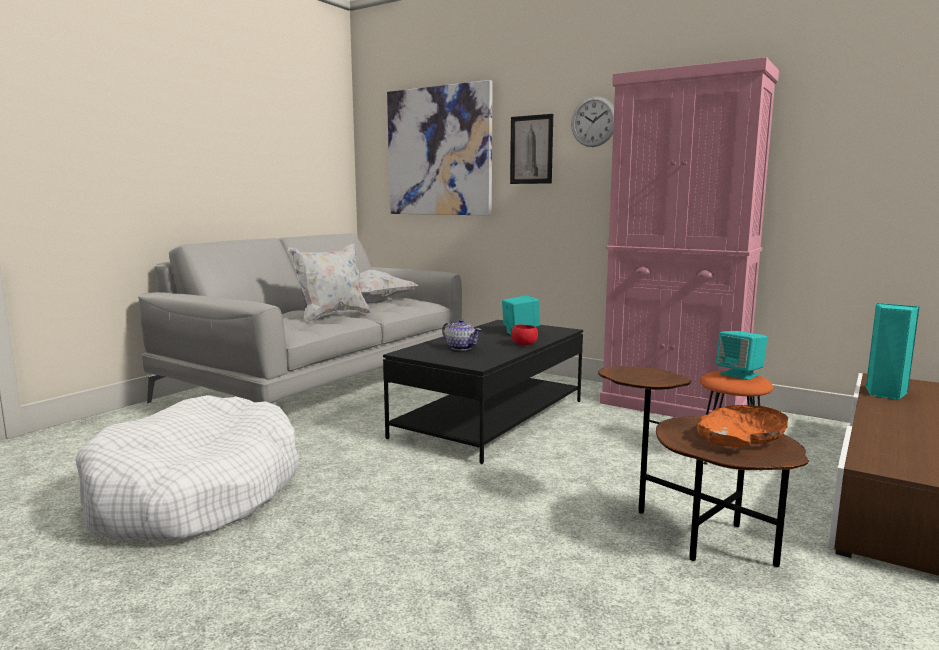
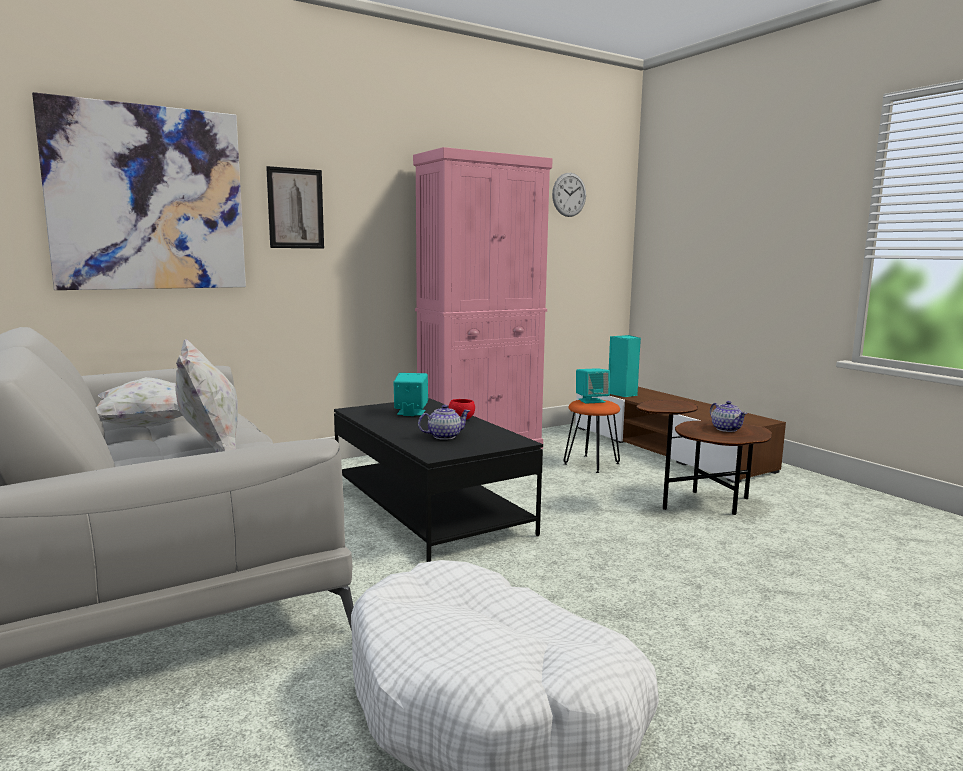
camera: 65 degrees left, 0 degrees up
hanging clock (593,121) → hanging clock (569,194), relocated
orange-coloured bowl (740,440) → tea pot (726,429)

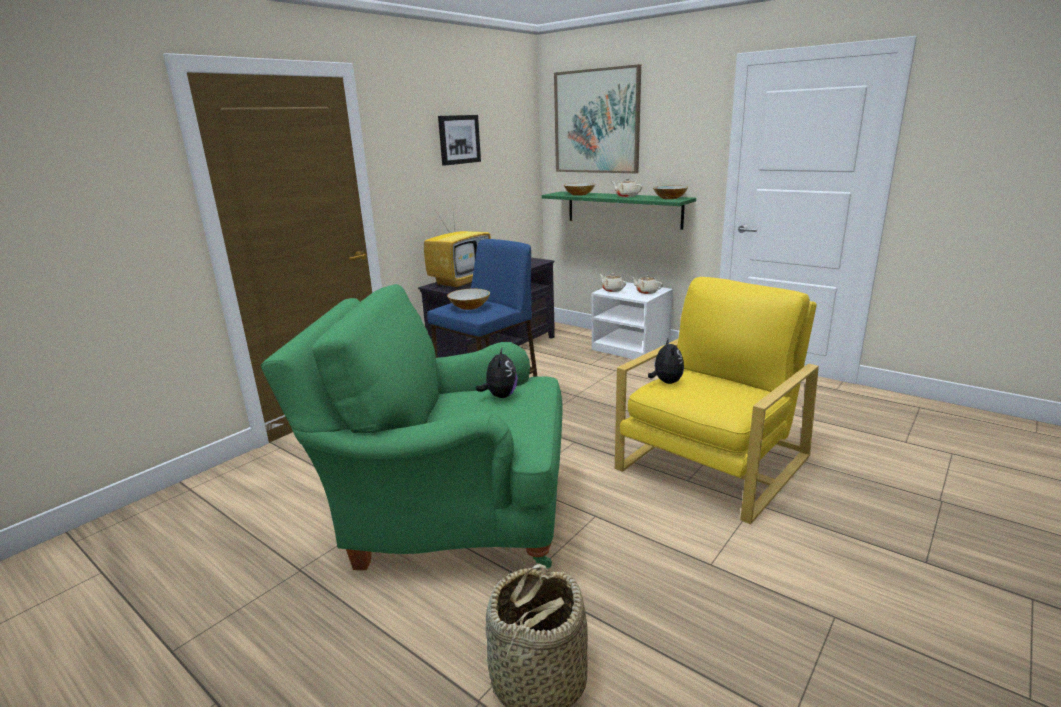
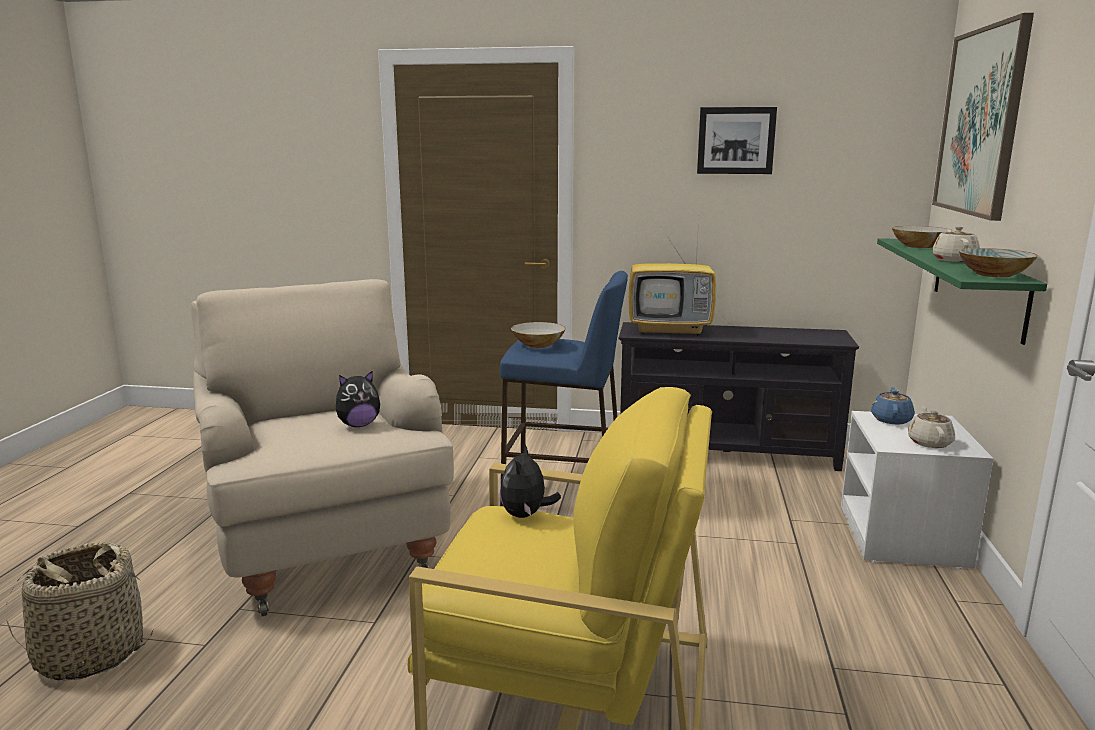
camera: 60 degrees right, 5 degrees down
sand-coloured tea pot (612,290) → blue tea pot (891,419)
green lounge chair (450,520) → sand-coloured lounge chair (326,539)
soft toy (666,382) → soft toy (526,515), 135 degrees clockwise

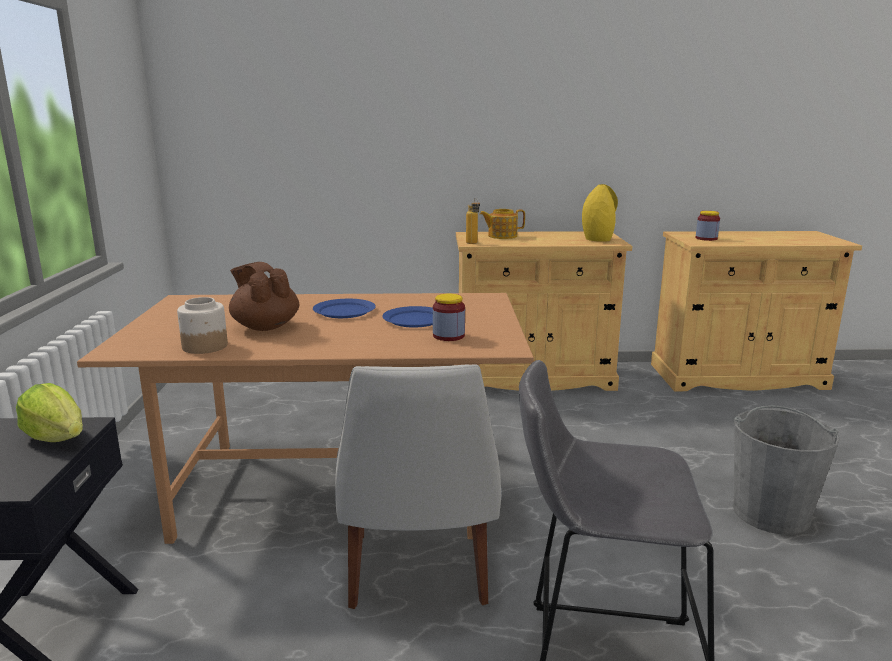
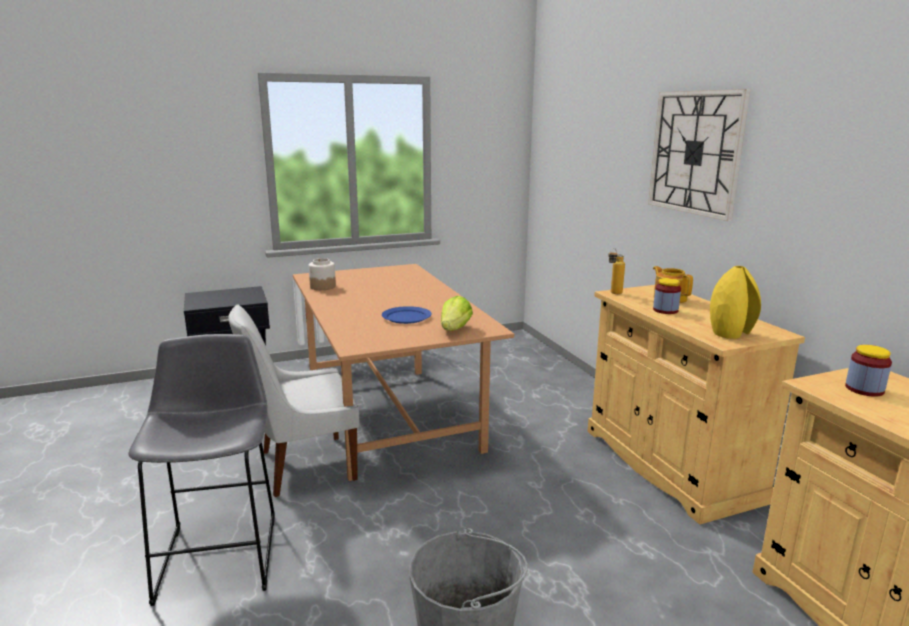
camera: 70 degrees right, 0 degrees up
brown-coloured tea pot (265,326) → -
jar (448,336) → jar (665,310), relocated
blue flat dish (344,311) → -
lettuce (57,438) → lettuce (454,329), relocated
- → hanging clock (695,153)

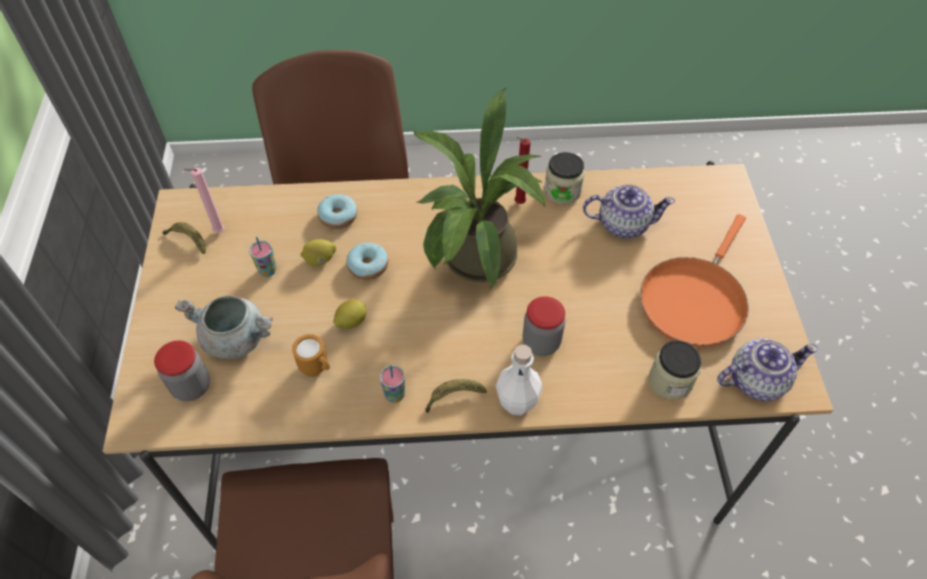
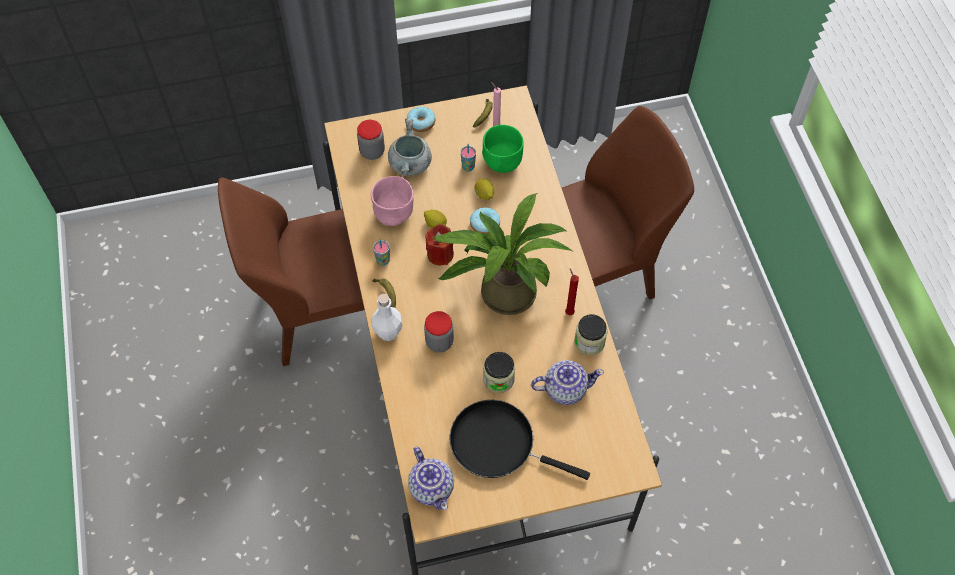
camera: 80 degrees right, 5 degrees up
tea pot (622,224) → tea pot (564,389), 90 degrees counterclockwise
doughnut (338,216) → doughnut (421,123), relocated
orange-coloured frying pan (694,299) → blackish frying pan (498,444)
orange-coloured mug (317,369) → pink-coloured bowl (395,214)
jar (670,381) → jar (498,379), relocated
- → green bowl (502,163)
- → red wax light (440,254)

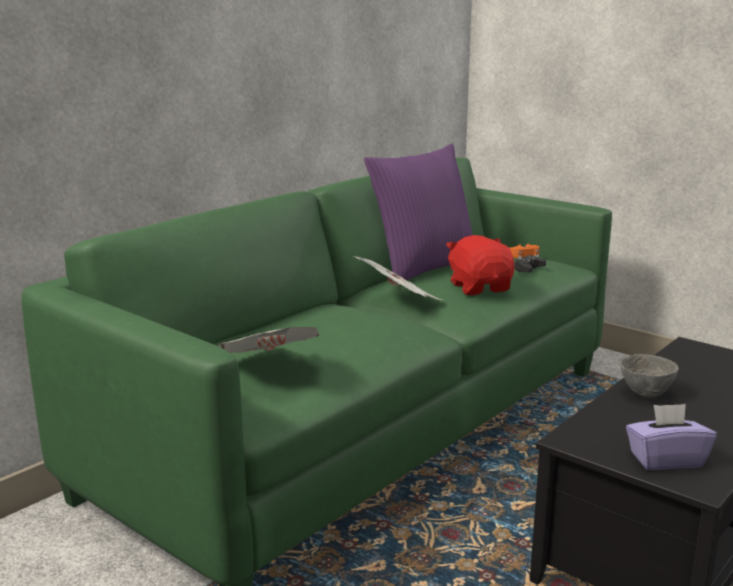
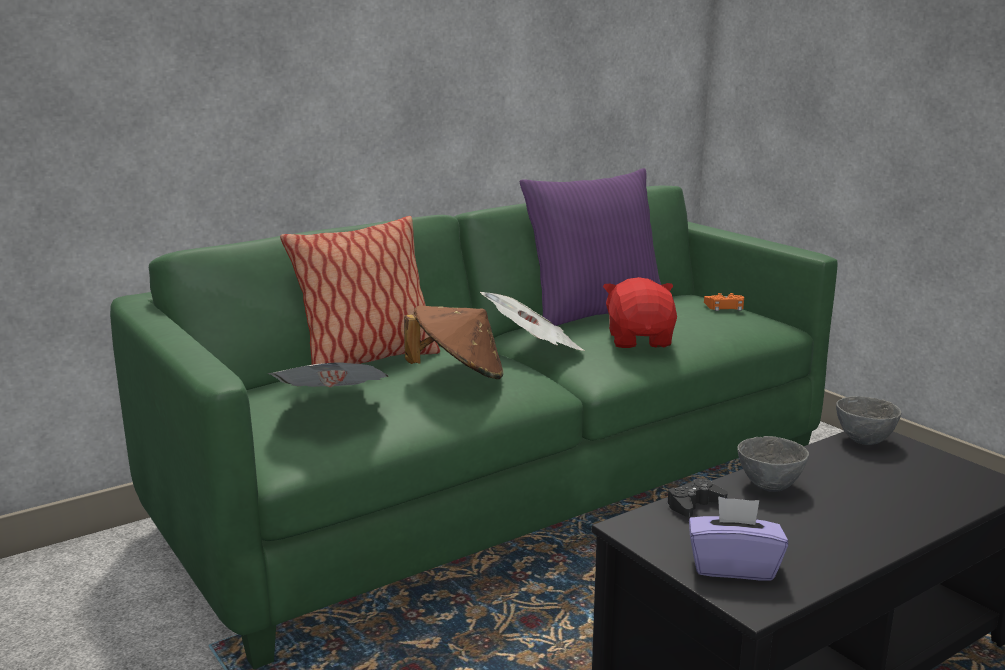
camera: 15 degrees right, 0 degrees up
blackish joypad (528,269) → blackish joypad (694,505), relocated
- → throw pillow (368,362)
- → brown-coloured wearable hat (458,375)
- → gray bowl (863,441)

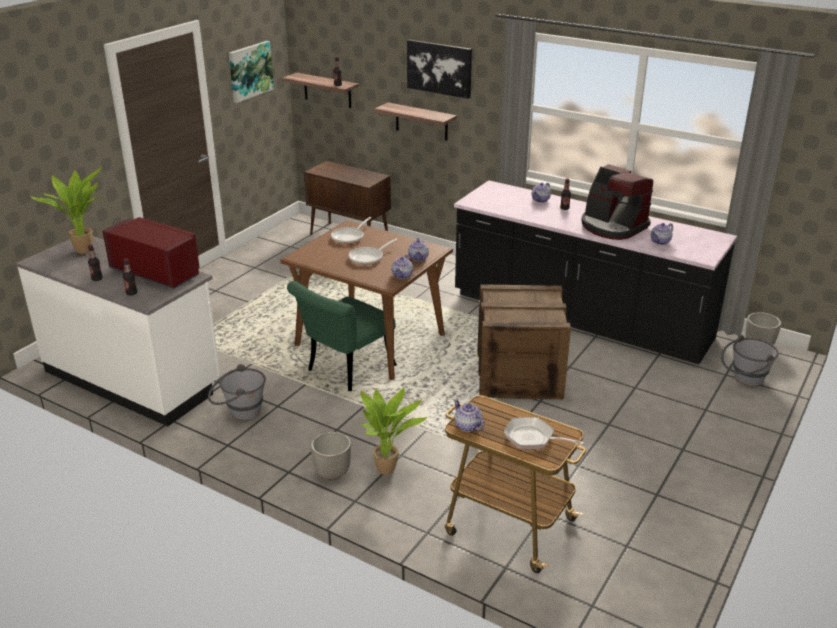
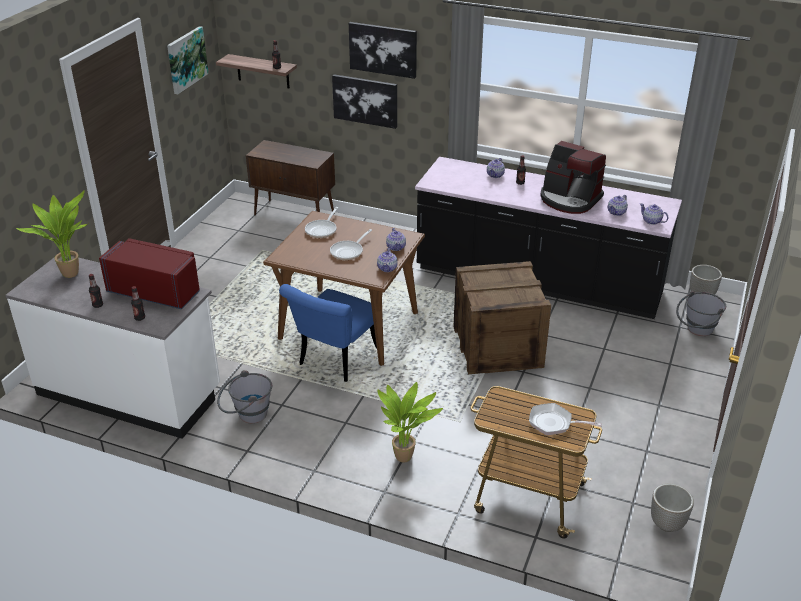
camera: 10 degrees left, 5 degrees up
shelf (421,121) → wall art (365,100)
green chair (344,370) → blue chair (334,360)
tea pot (468,426) → tea pot (652,221), relocated
flower pot (332,474) → flower pot (667,524), relocated

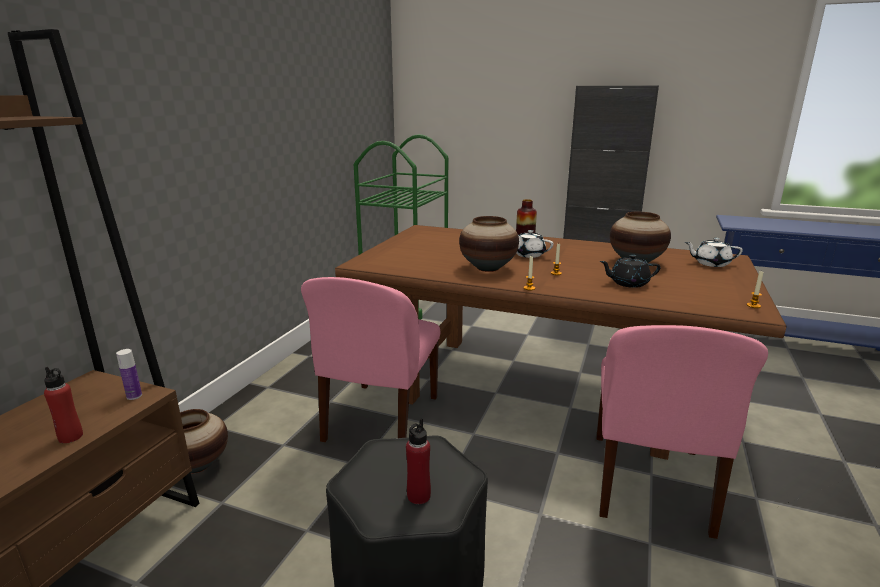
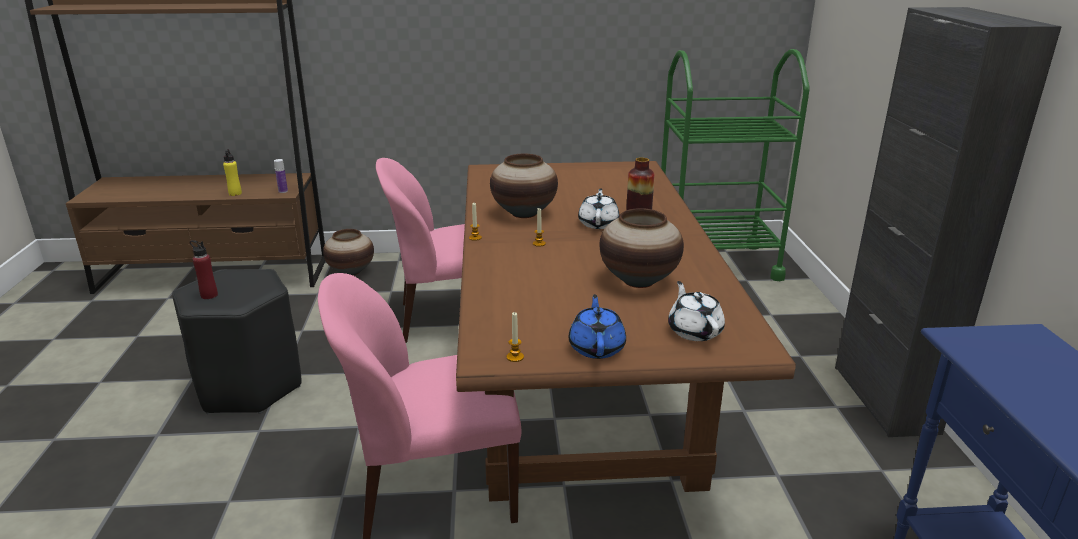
camera: 65 degrees right, 5 degrees up
blackish tea pot (628,283) → -
red beverage bottle (71,437) → yellow beverage bottle (235,193)
- → blue tea pot (597,347)

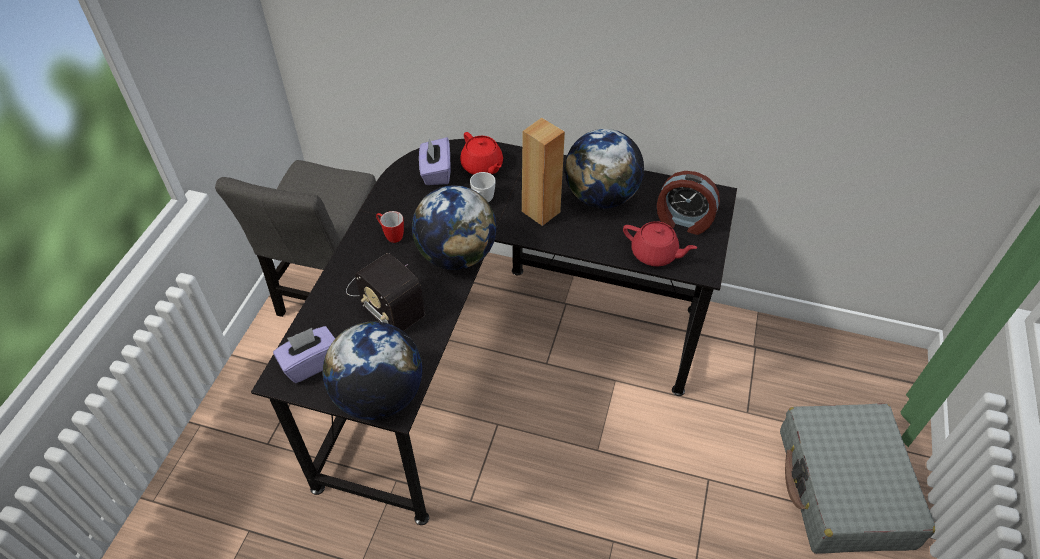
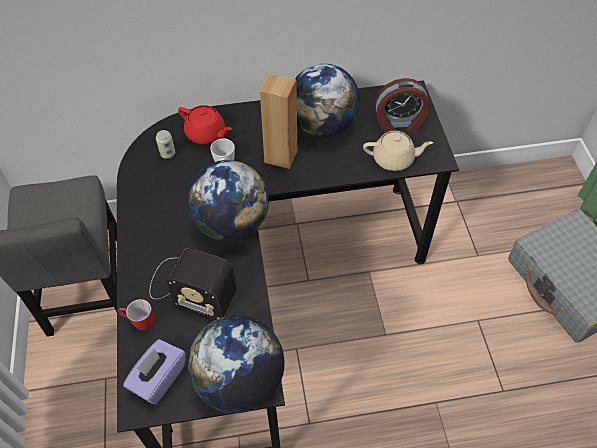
camera: 25 degrees left, 5 degrees up
purple-coloured tissue holder (436,172) → metal can (168,154)
mug (391,235) → mug (139,322), relocated
red tea pot (655,254) → sand-coloured tea pot (394,159)

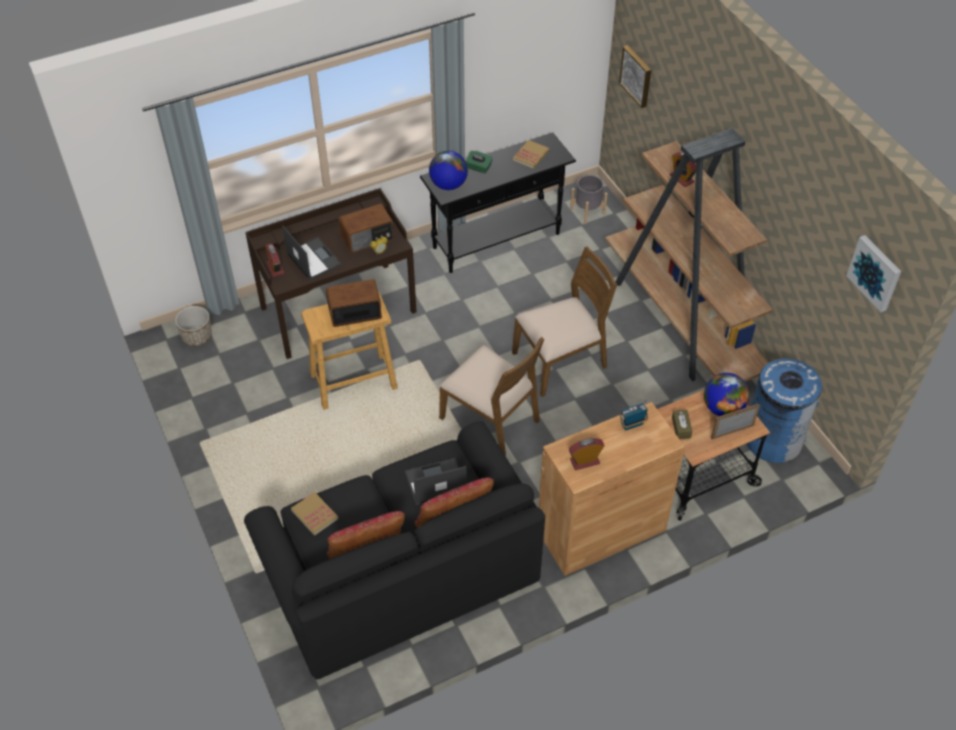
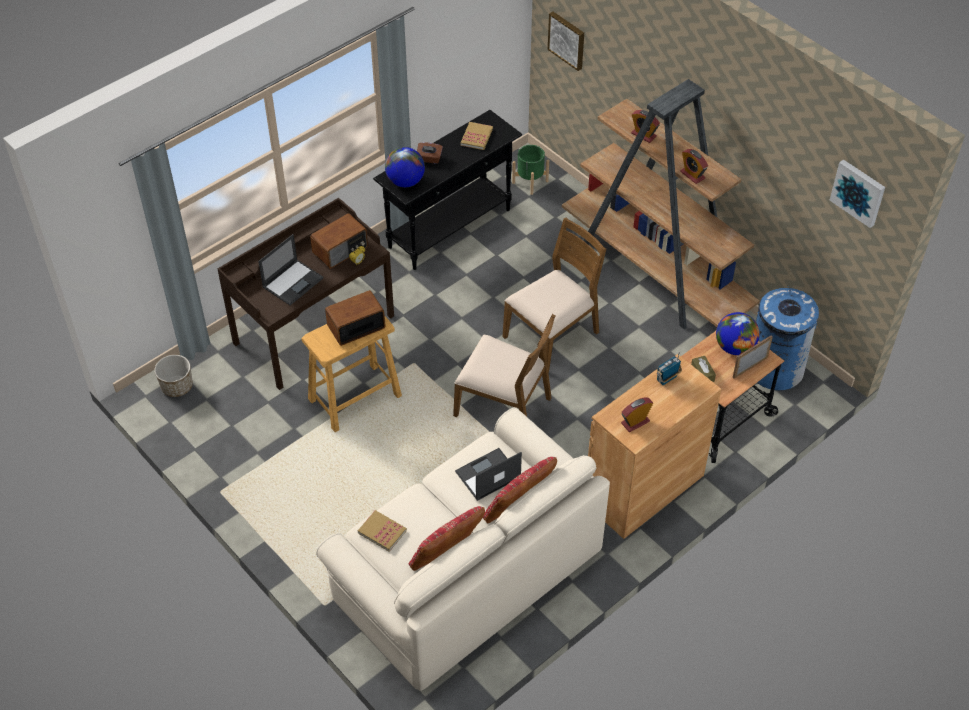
camera: 15 degrees left, 0 degrees up
green tissue holder (478,168) → brown-coloured tissue holder (429,159)
gray flower pot (587,211) → green flower pot (530,181)
portable computer (313,259) → portable computer (293,282), 90 degrees clockwise
alarm clock (275,268) → alarm clock (692,175), relocated
blackish settee (400,571) → sand-coloured settee (465,571)

